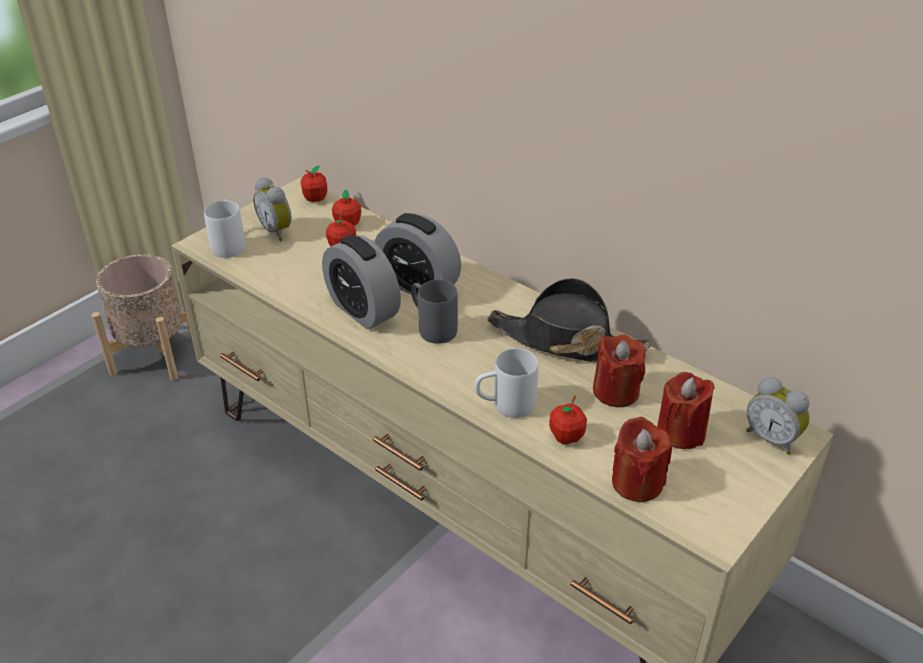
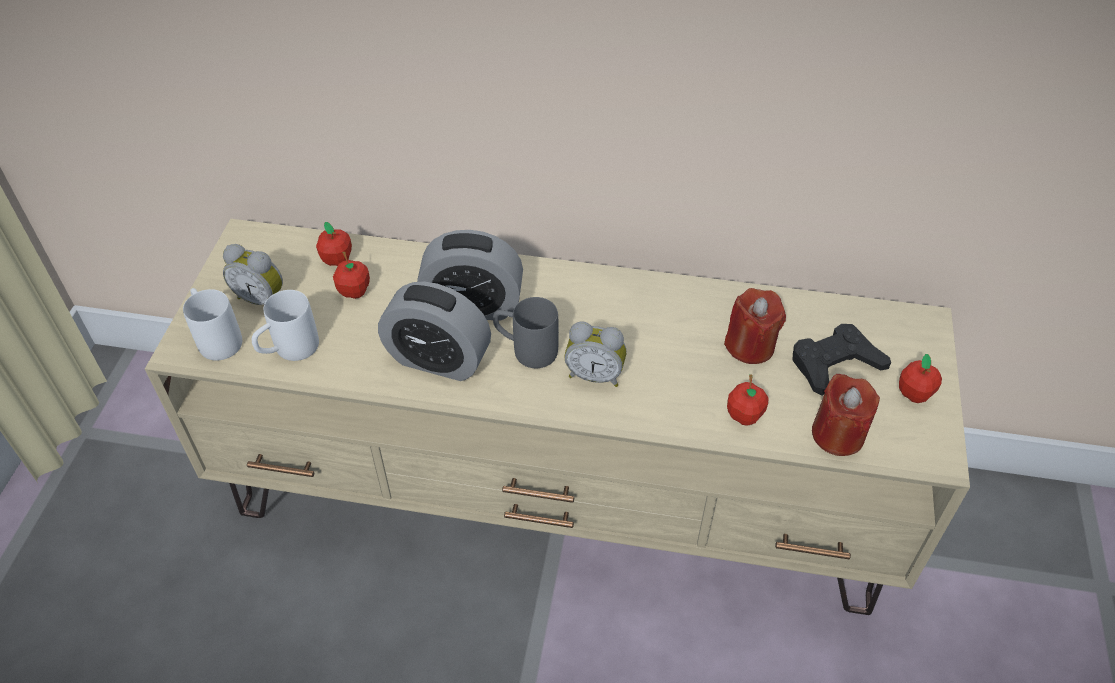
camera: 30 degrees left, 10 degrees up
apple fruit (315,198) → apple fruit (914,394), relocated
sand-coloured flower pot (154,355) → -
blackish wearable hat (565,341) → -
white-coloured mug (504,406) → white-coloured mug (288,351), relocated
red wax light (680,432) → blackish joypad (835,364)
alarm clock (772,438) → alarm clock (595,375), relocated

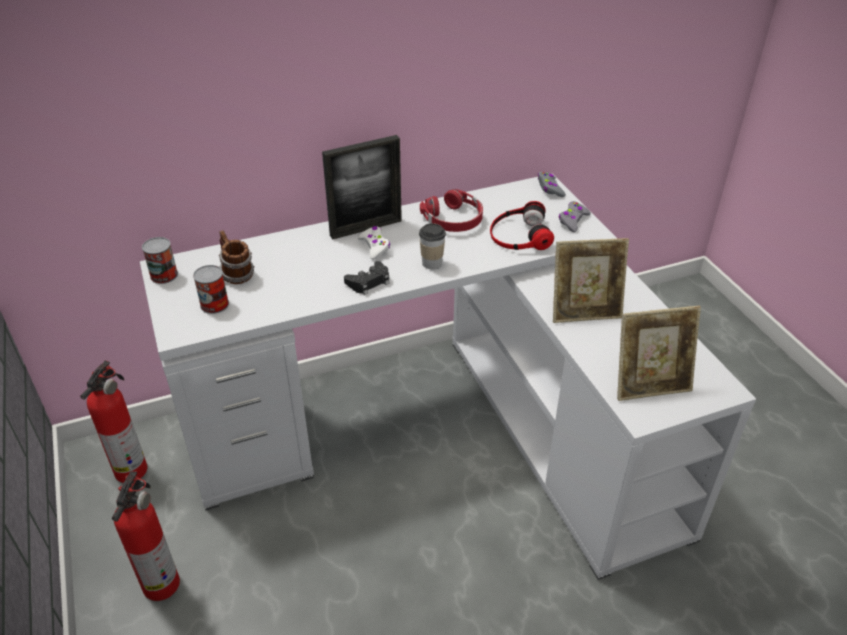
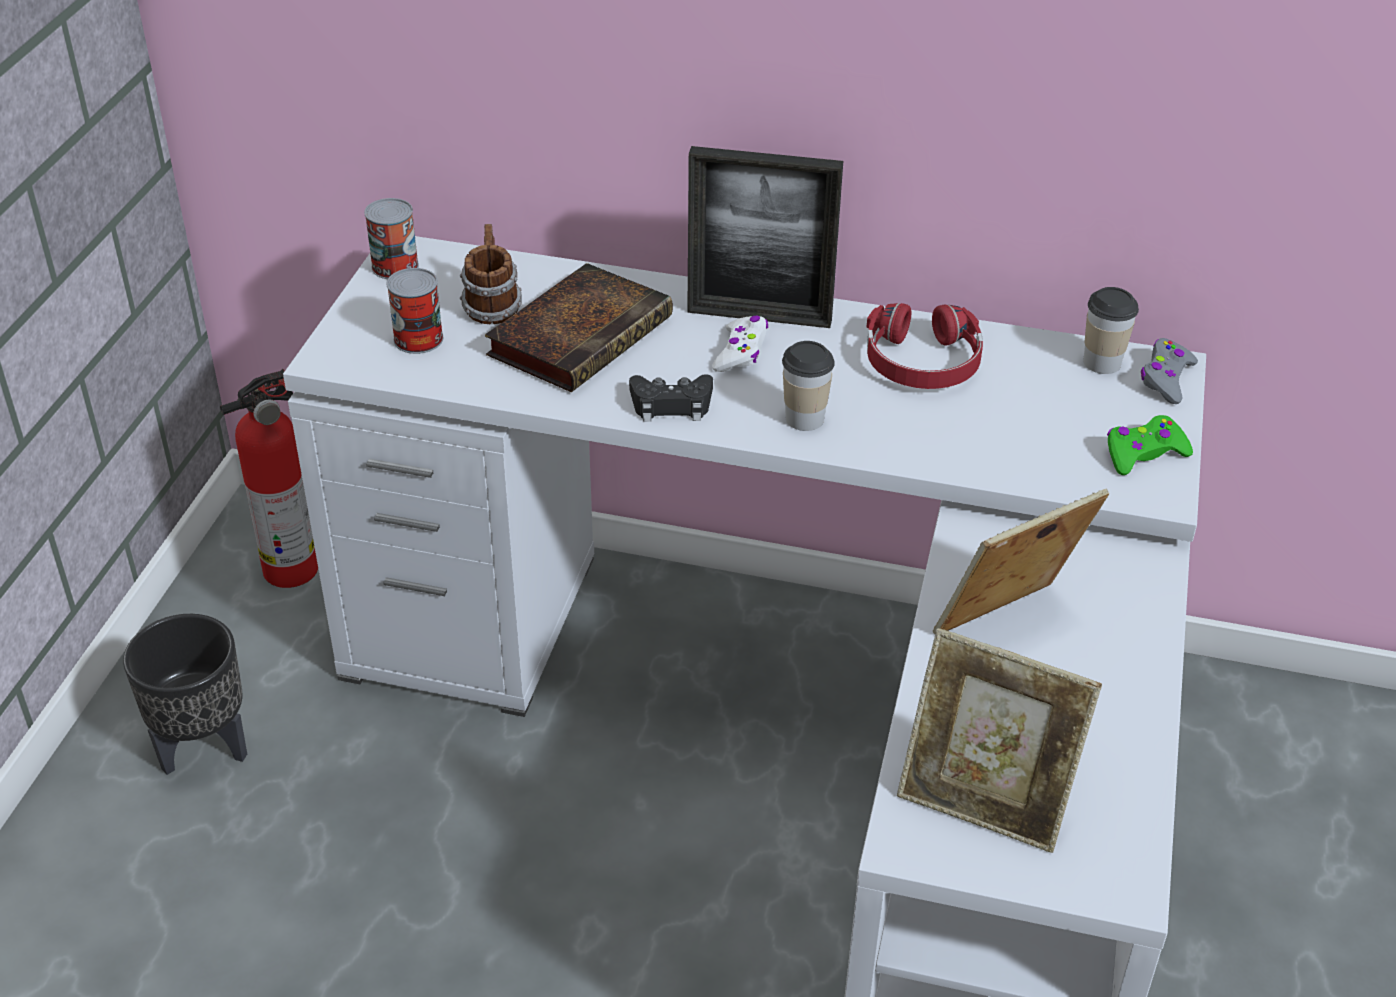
camera: 35 degrees right, 0 degrees up
headphones (519,235) → -
gray joypad (573,220) → green joypad (1143,454)
photo frame (584,312) → photo frame (1007,625), 120 degrees clockwise
fire-fighting cylinder (162,582) → blackish flower pot (204,747)
- → bound book (581,334)
- → small cup (1102,363)

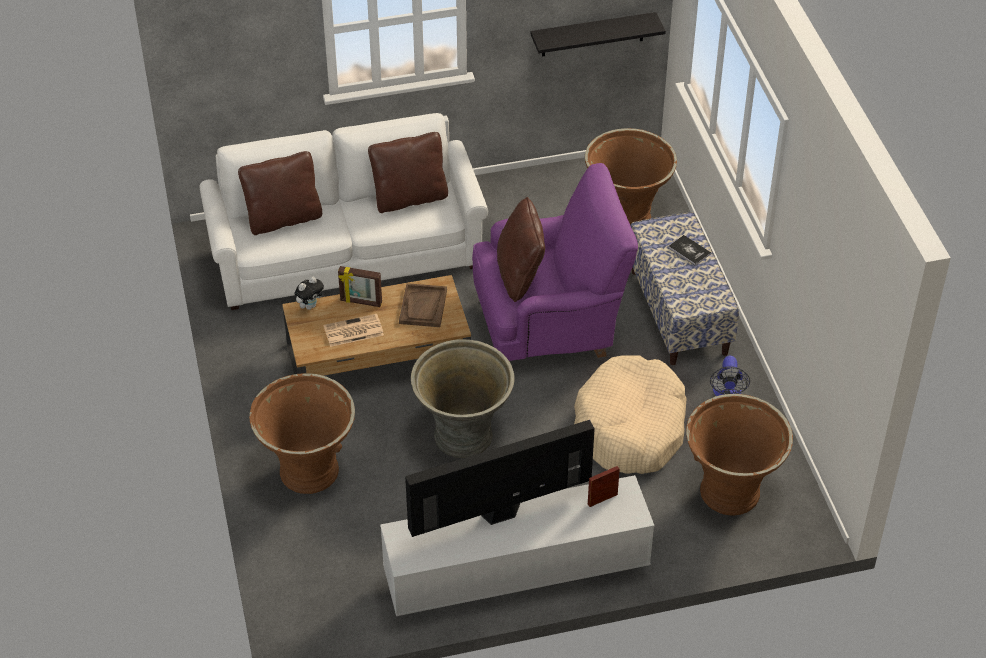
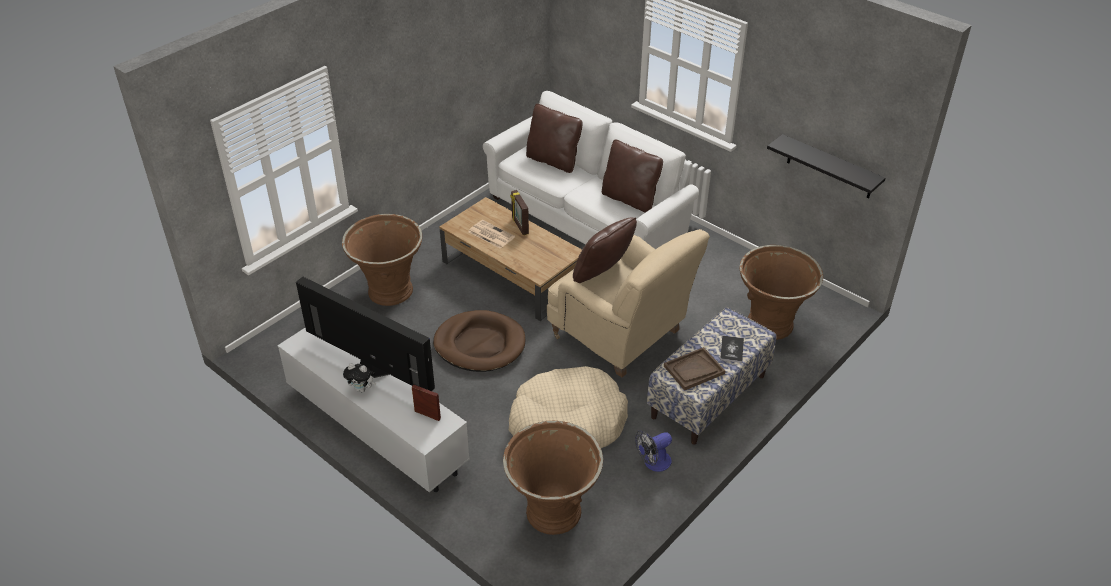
camera: 55 degrees right, 5 degrees down
purple-coloured lounge chair (549,327) → sand-coloured lounge chair (621,337)
soft toy (310,305) → soft toy (362,389), relocated
brown-coloured carrying tray (423,307) → brown-coloured carrying tray (694,370), relocated
gray flower pot (463,437) → brown-coloured dog bed (480,344)

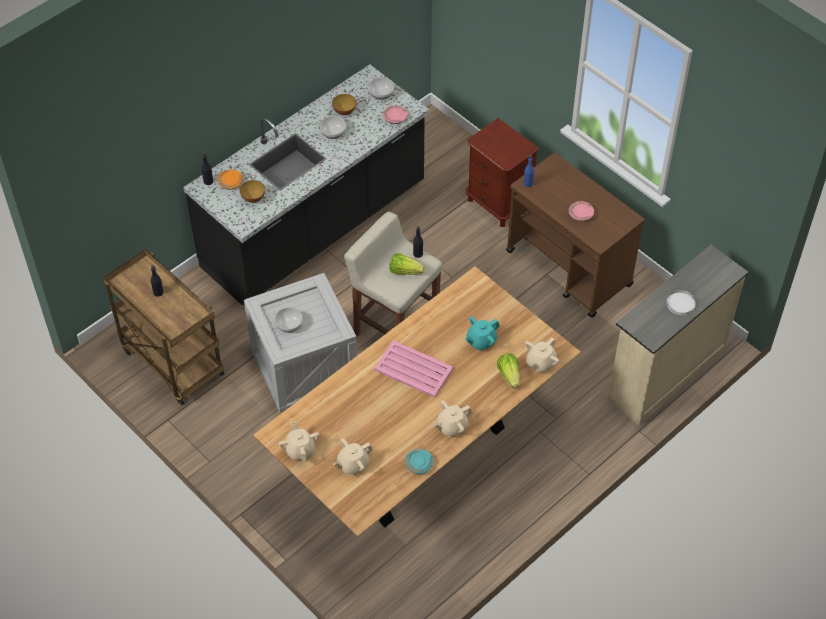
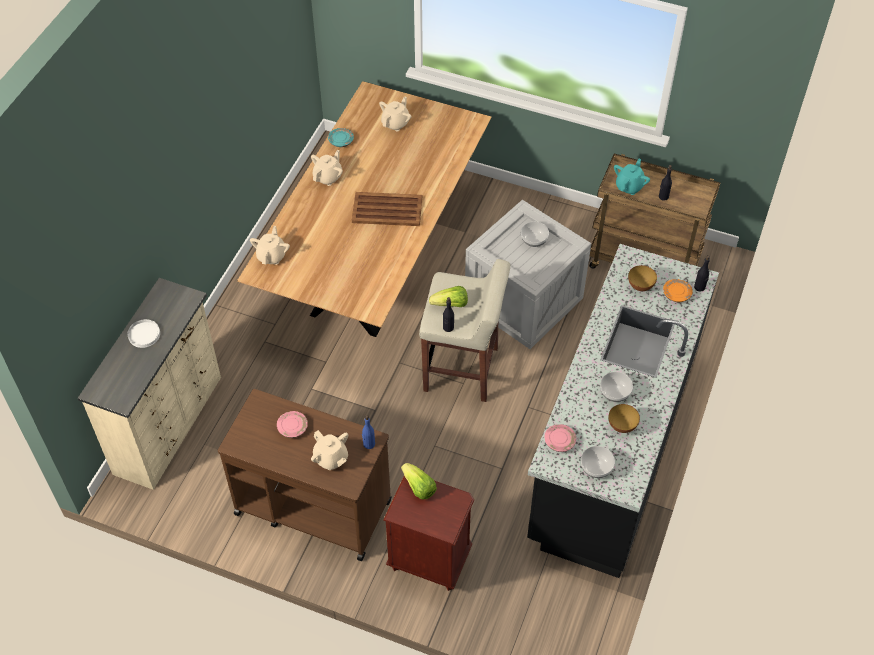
camera: 155 degrees right, 0 degrees up
turquoise-coloured tea pot (481,341) → turquoise-coloured tea pot (629,186), relocated
pink-coloured carrying tray (414,370) → brown-coloured carrying tray (386,209)
lettuce (509,375) → lettuce (418,487), relocated
sand-coloured tea pot (300,450) → sand-coloured tea pot (331,458), relocated

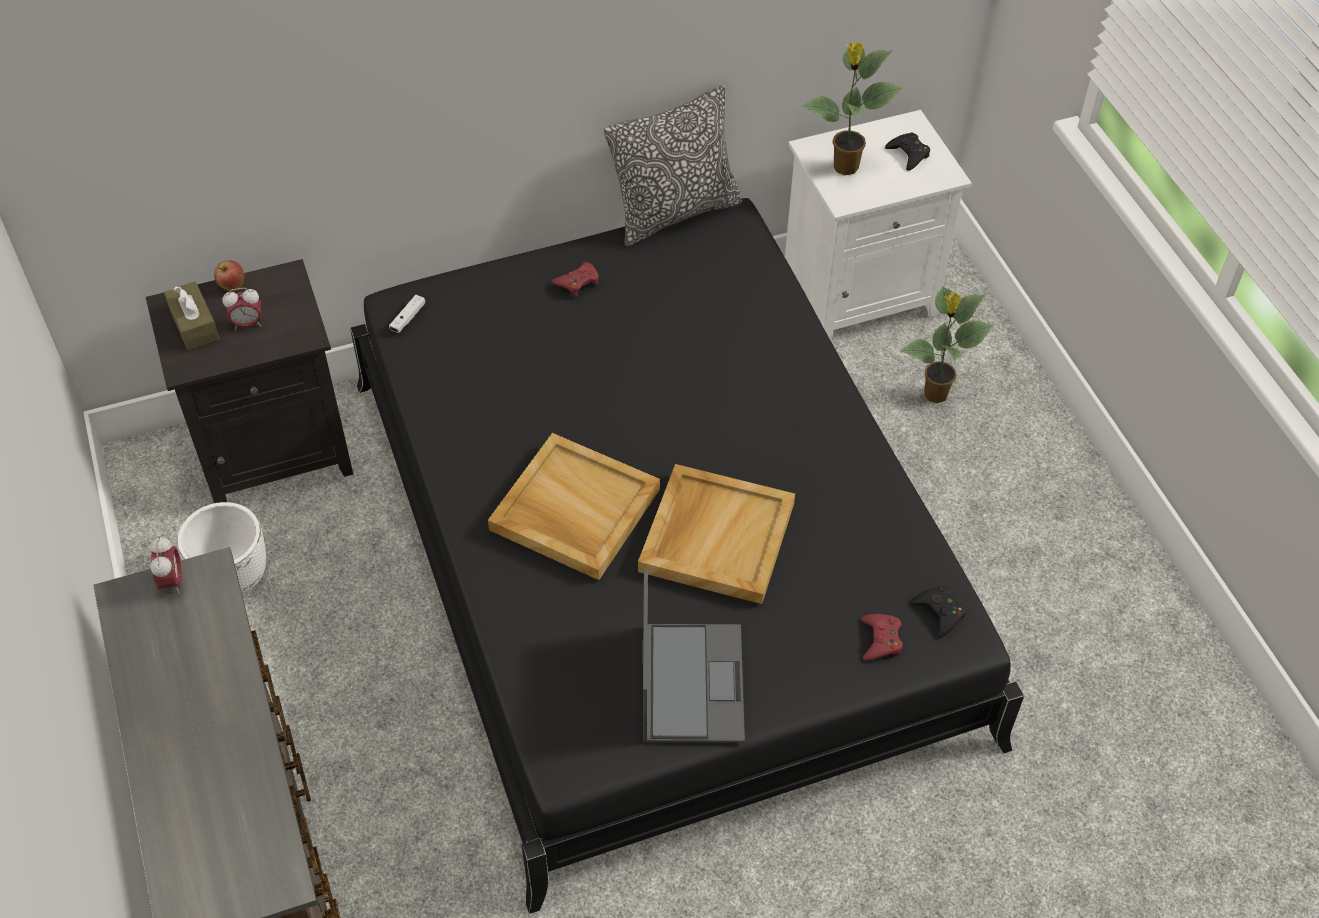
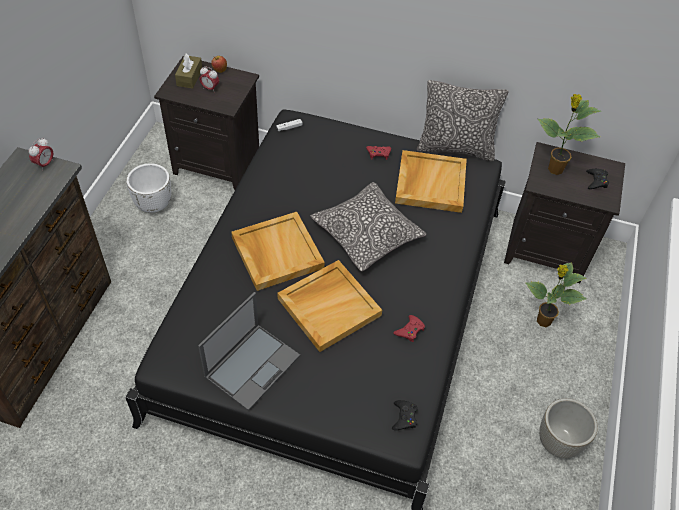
camera: 35 degrees right, 0 degrees up
white-coloured night table (860,294) → blackish night table (547,250)
red joypad (881,640) → red joypad (409,330), relocated
- → sand-coloured carrying tray (430,183)
- → throw pillow (366,234)
- → gray flower pot (558,442)

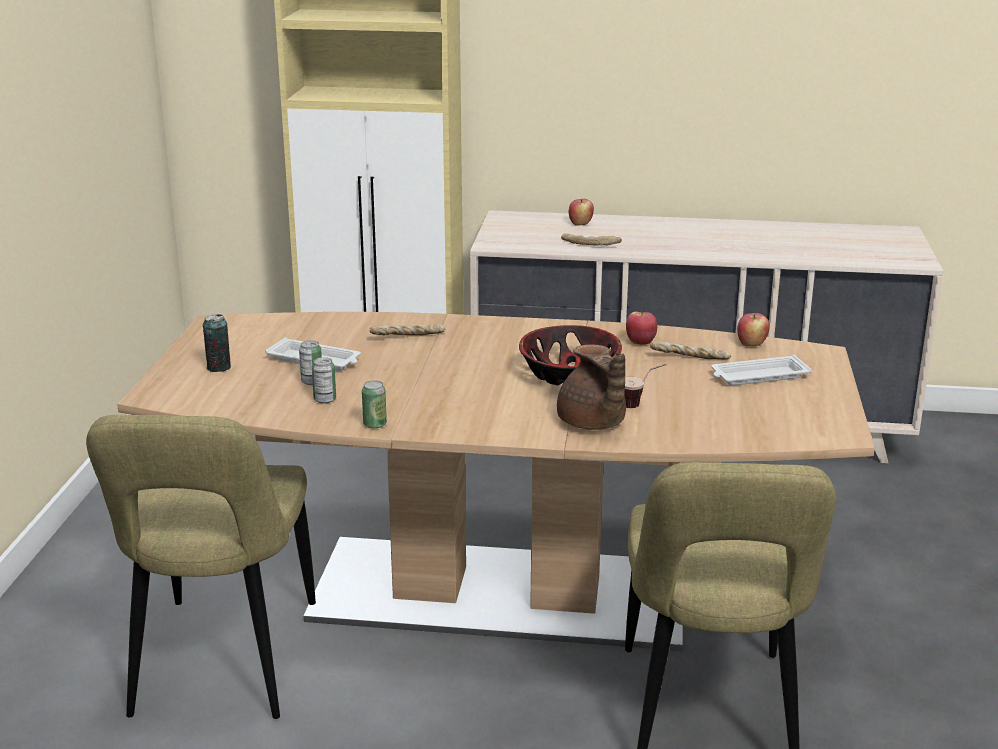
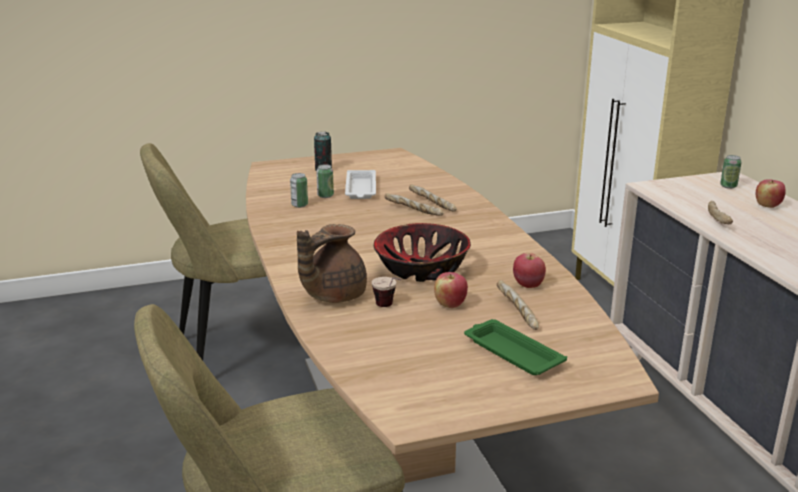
camera: 65 degrees right, 0 degrees up
apple fruit (751,344) → apple fruit (450,304), relocated
white-coloured carrying tray (758,376) → green carrying tray (511,352)
metal can (375,424) → metal can (728,186), relocated
- → baked bread (413,211)

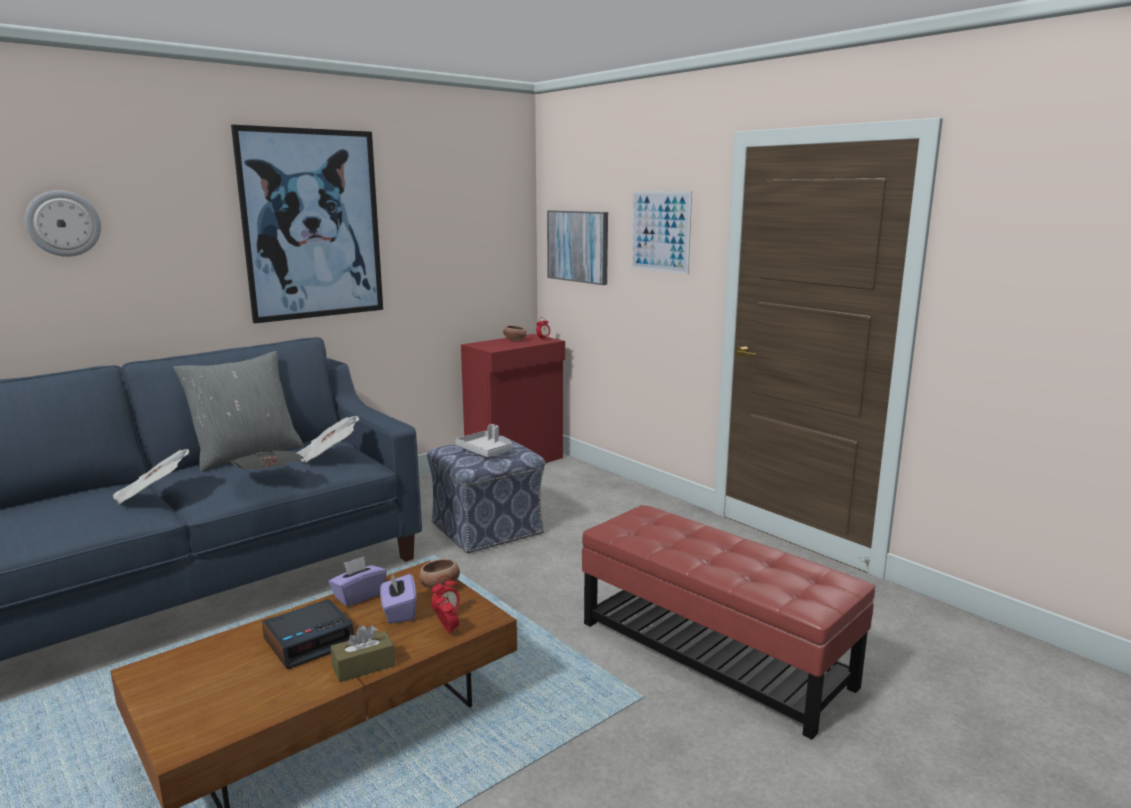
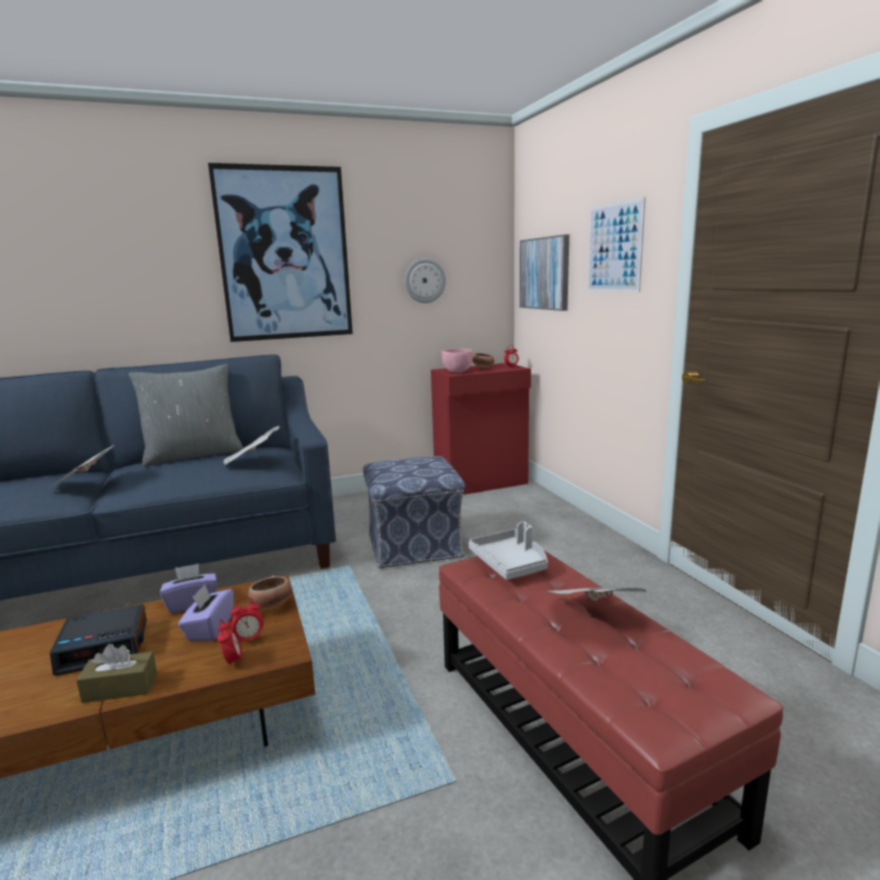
camera: 20 degrees right, 0 degrees up
hanging clock (63,223) → hanging clock (424,280), relocated
gray carrying tray (486,451) → gray carrying tray (510,563), relocated
daily paper (270,478) → daily paper (593,615), relocated
- → pink-coloured bowl (457,371)

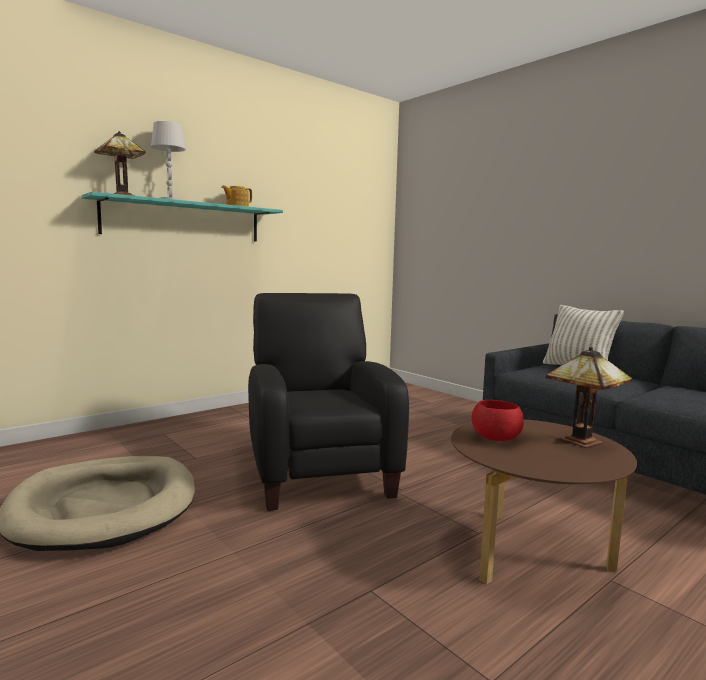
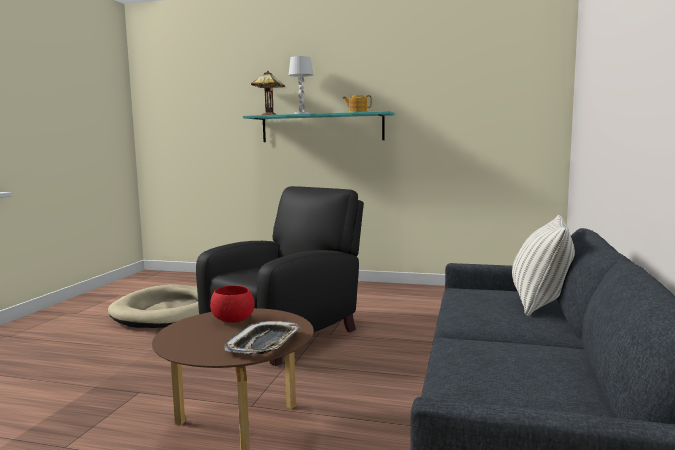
camera: 55 degrees right, 0 degrees up
table lamp (584,442) → carrying tray (264,344)

